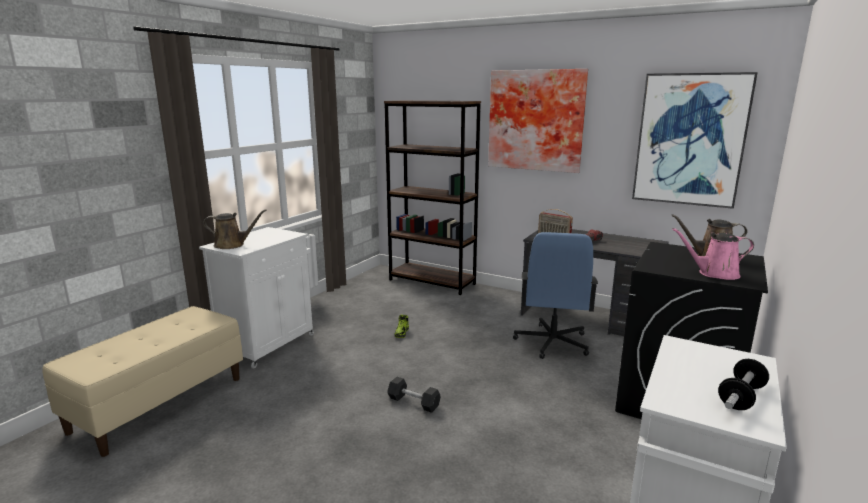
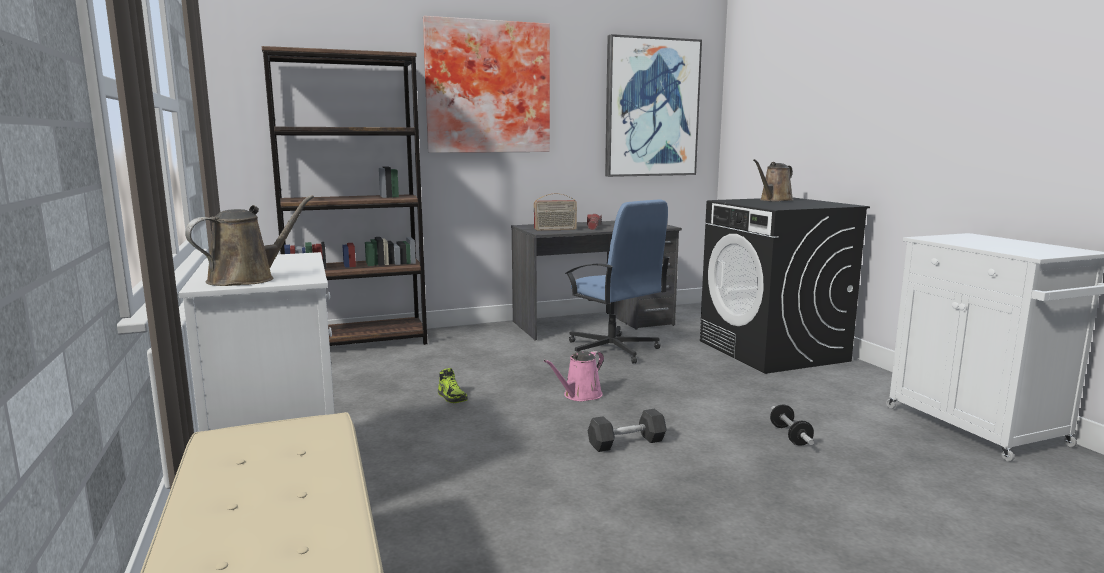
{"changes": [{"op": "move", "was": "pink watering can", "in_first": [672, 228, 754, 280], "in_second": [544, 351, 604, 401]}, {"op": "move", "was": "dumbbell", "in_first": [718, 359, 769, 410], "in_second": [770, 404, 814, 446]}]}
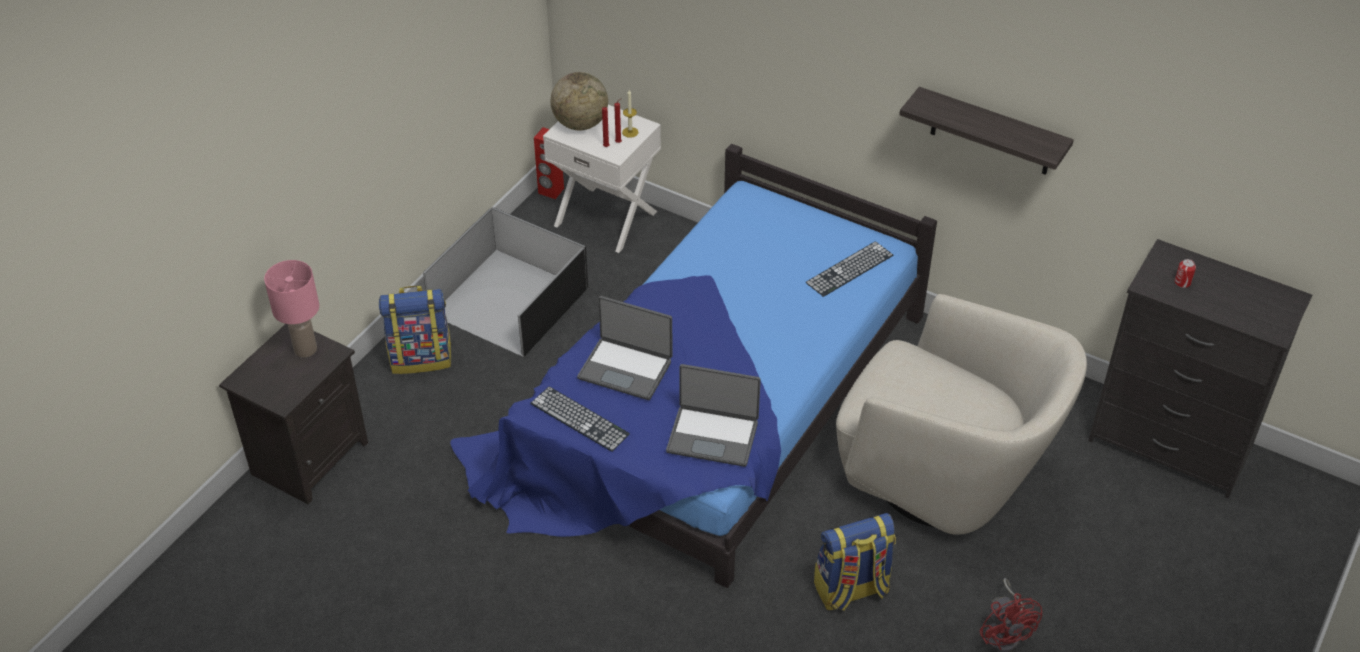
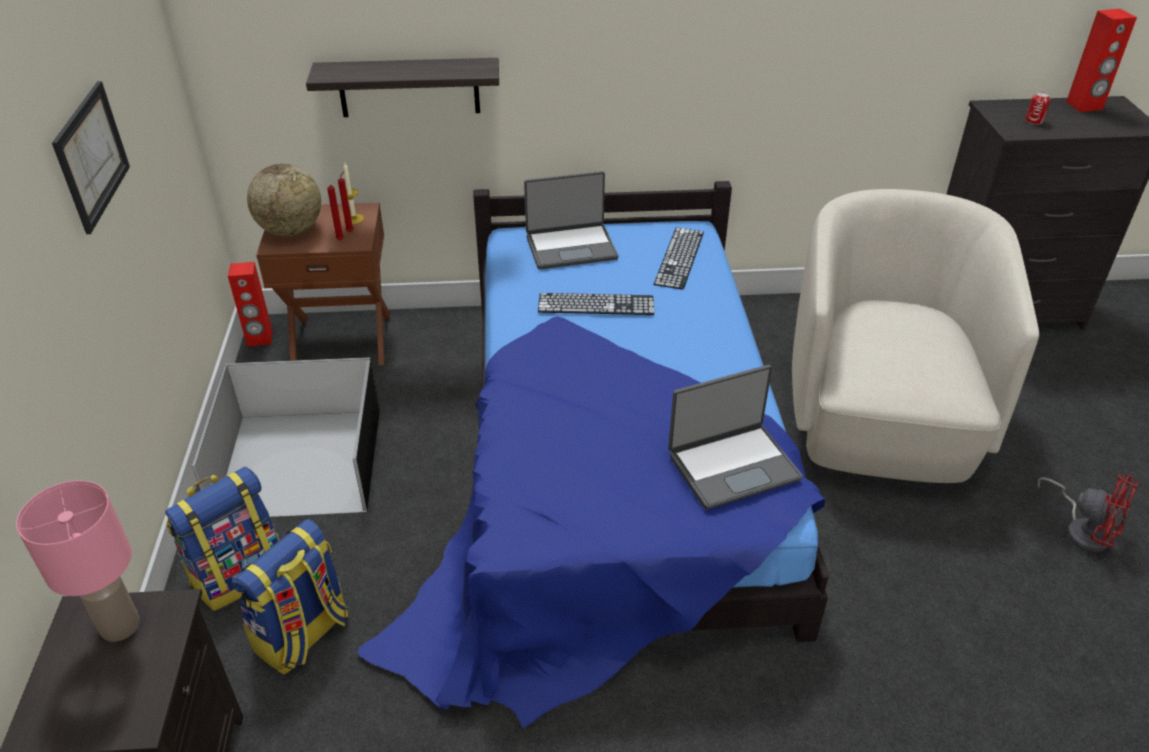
{"changes": [{"op": "move", "was": "shelf", "in_first": [899, 87, 1074, 175], "in_second": [306, 58, 499, 117]}, {"op": "recolor", "was": "white nightstand", "now": "brown nightstand", "in_first": [543, 105, 661, 253], "in_second": [256, 203, 390, 365]}, {"op": "rotate", "was": "beige armchair", "in_first": [836, 294, 1087, 535], "in_second": [792, 189, 1039, 483], "clockwise": -75}, {"op": "move", "was": "laptop", "in_first": [577, 296, 672, 400], "in_second": [524, 171, 618, 269]}, {"op": "move", "was": "keyboard", "in_first": [530, 387, 630, 452], "in_second": [538, 293, 654, 315]}, {"op": "move", "was": "backpack", "in_first": [814, 513, 896, 611], "in_second": [232, 519, 349, 675]}, {"op": "insert", "now": "red speaker", "in_second": [1066, 9, 1137, 112]}, {"op": "insert", "now": "picture", "in_second": [52, 81, 130, 234]}]}
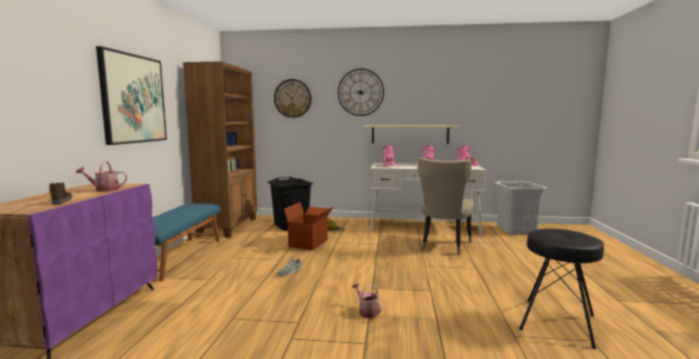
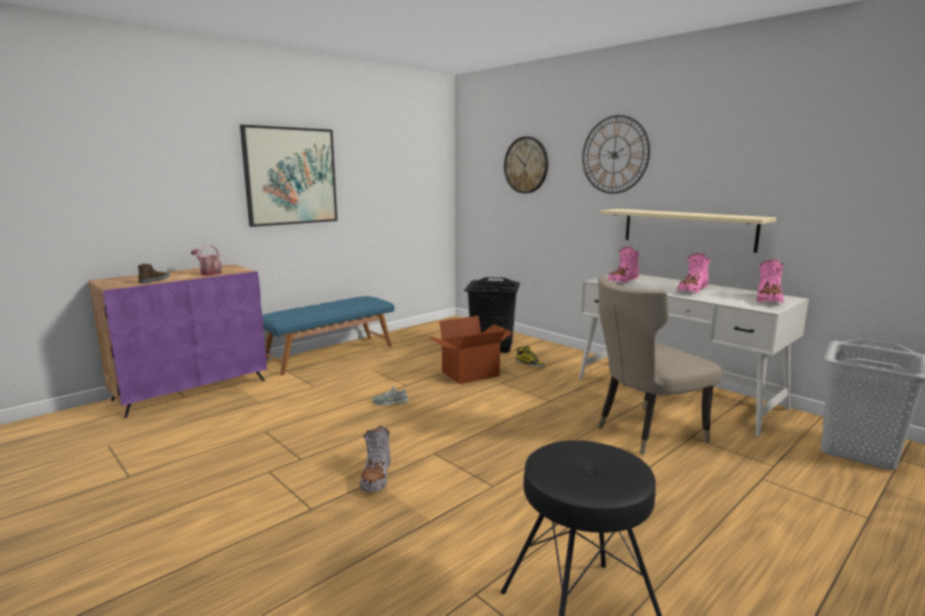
{"changes": [{"op": "delete", "was": "brown bookcase", "in_first": [183, 61, 257, 238]}, {"op": "replace", "was": "watering can", "now": "grey boot", "in_first": [352, 283, 382, 318], "in_second": [360, 426, 391, 492]}]}
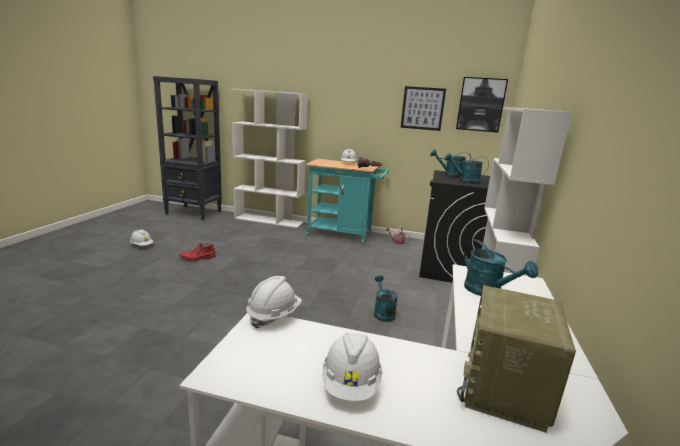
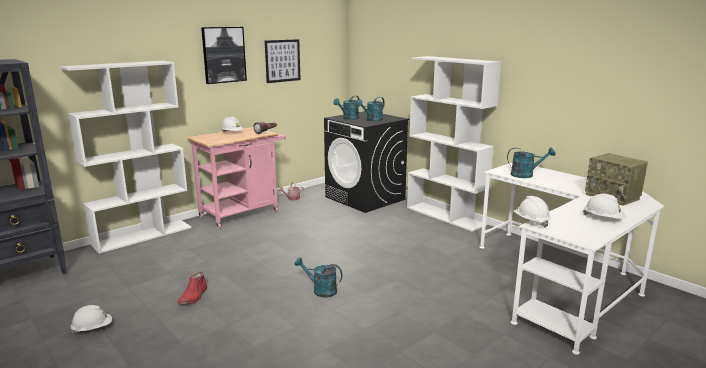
{"changes": [{"op": "move", "was": "picture", "in_first": [456, 77, 508, 132], "in_second": [201, 27, 247, 84]}, {"op": "recolor", "was": "turquoise cart", "now": "pink cart", "in_first": [305, 159, 389, 244], "in_second": [187, 127, 286, 228]}, {"op": "move", "was": "turquoise watering can", "in_first": [374, 275, 398, 322], "in_second": [295, 257, 342, 298]}]}
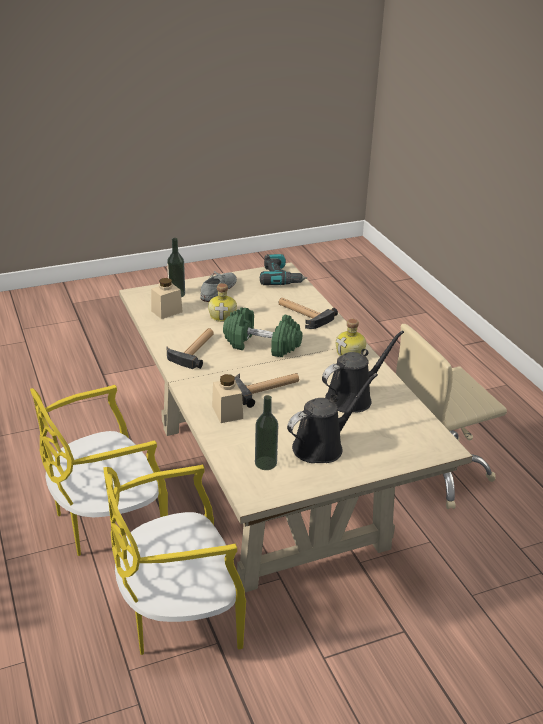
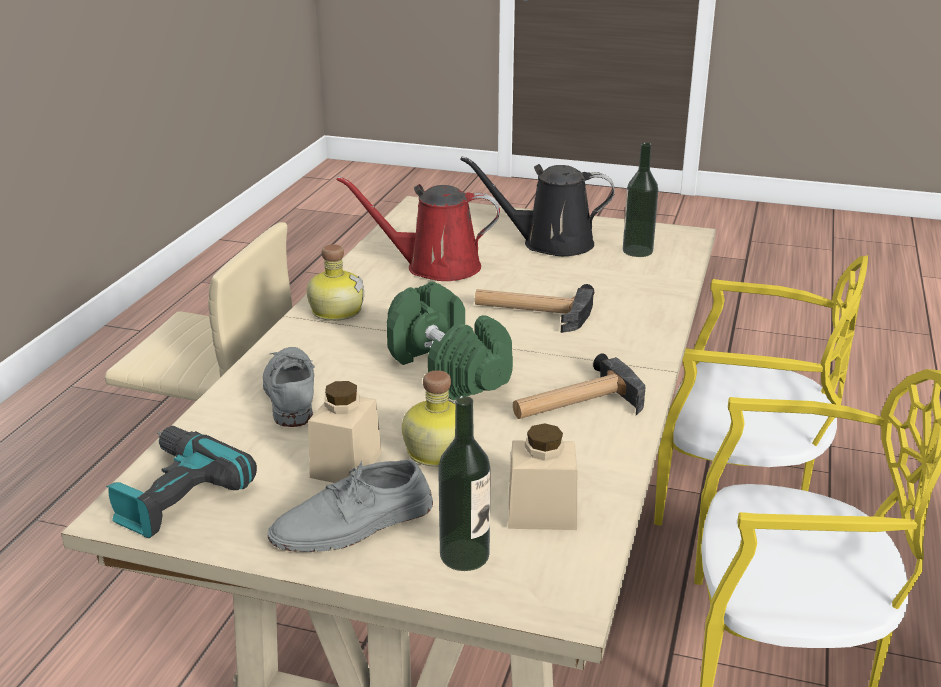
{"changes": [{"op": "replace", "was": "hammer", "now": "grey shoe", "in_first": [279, 298, 338, 329], "in_second": [263, 347, 315, 427]}, {"op": "recolor", "was": "black watering can", "now": "red watering can", "in_first": [322, 330, 404, 412], "in_second": [336, 176, 500, 281]}, {"op": "move", "was": "beige jar", "in_first": [212, 374, 243, 423], "in_second": [308, 381, 382, 483]}]}
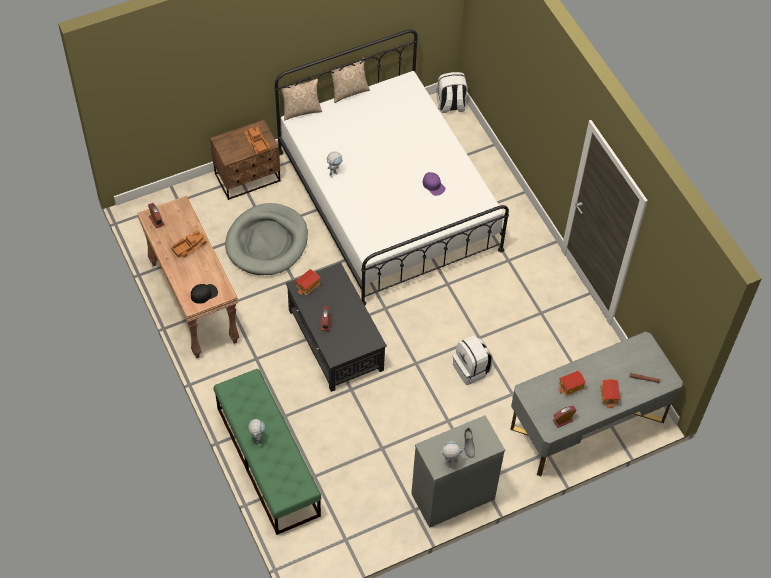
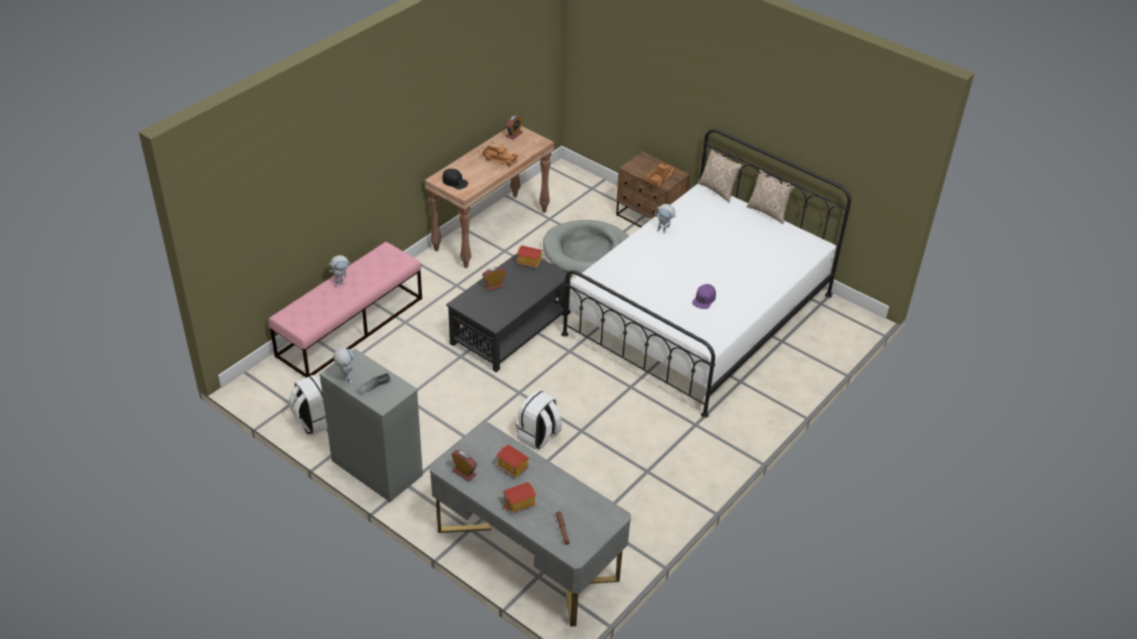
{"changes": [{"op": "move", "was": "white backpack", "in_first": [436, 72, 468, 113], "in_second": [289, 375, 327, 435]}, {"op": "recolor", "was": "green bench", "now": "pink bench", "in_first": [213, 369, 321, 535], "in_second": [268, 242, 422, 377]}]}
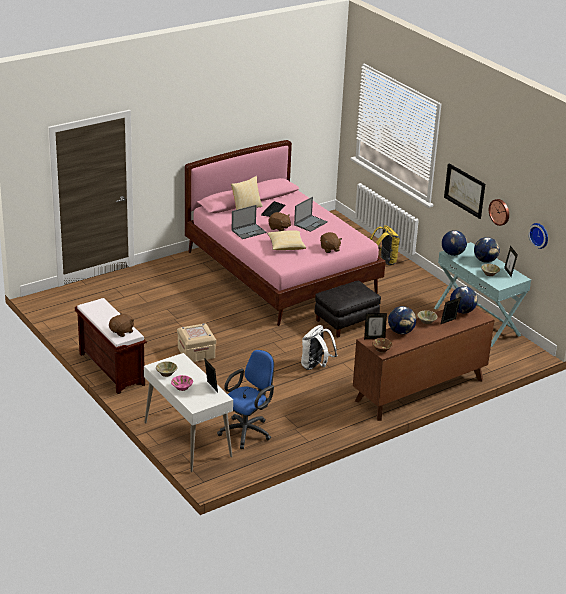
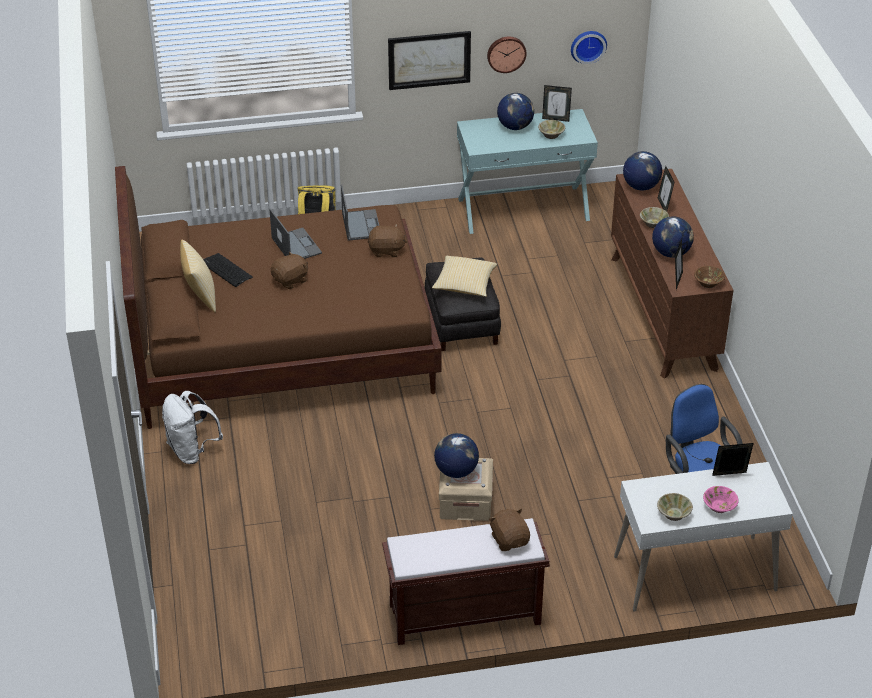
{"changes": [{"op": "recolor", "was": "pink bed", "now": "brown bed", "in_first": [185, 140, 386, 326], "in_second": [115, 166, 441, 429]}, {"op": "move", "was": "laptop", "in_first": [231, 205, 267, 239], "in_second": [341, 185, 379, 241]}, {"op": "move", "was": "pillow", "in_first": [267, 230, 306, 250], "in_second": [432, 256, 497, 297]}, {"op": "move", "was": "globe", "in_first": [442, 230, 467, 256], "in_second": [434, 433, 479, 478]}, {"op": "move", "was": "white backpack", "in_first": [301, 325, 337, 370], "in_second": [162, 391, 223, 464]}]}
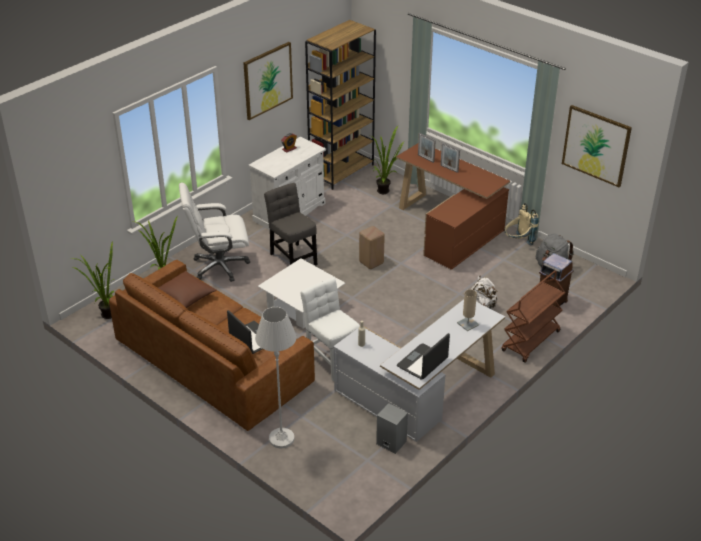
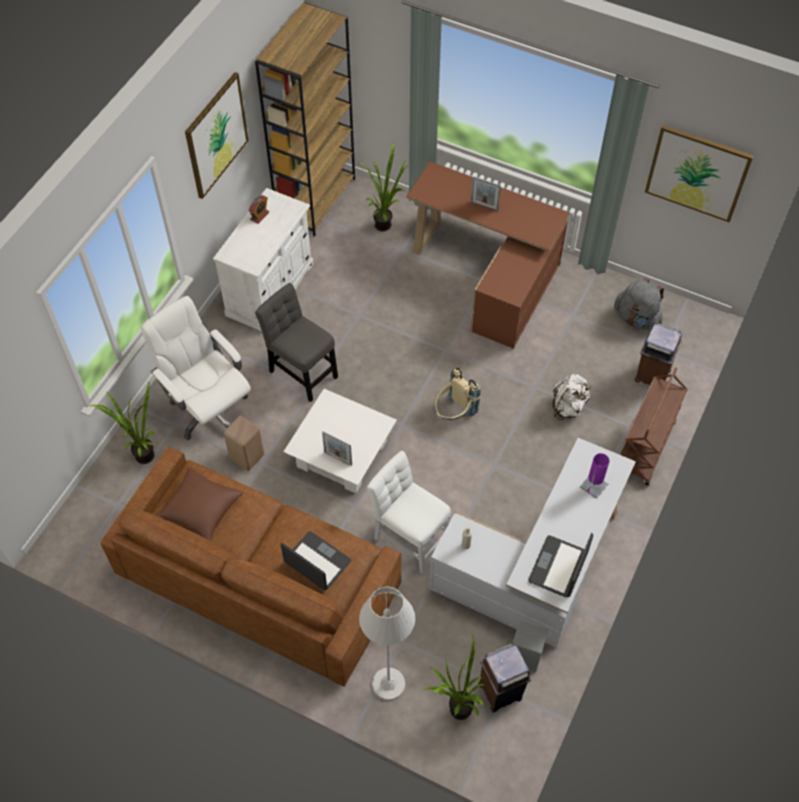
{"changes": [{"op": "move", "was": "picture frame", "in_first": [418, 133, 436, 163], "in_second": [322, 431, 352, 466]}, {"op": "rotate", "was": "white office chair", "in_first": [179, 182, 250, 282], "in_second": [141, 296, 251, 440], "clockwise": 75}, {"op": "move", "was": "beige backpack", "in_first": [505, 203, 539, 245], "in_second": [434, 368, 481, 420]}, {"op": "move", "was": "beige stool", "in_first": [359, 226, 385, 269], "in_second": [223, 416, 264, 471]}, {"op": "move", "was": "potted plant", "in_first": [72, 241, 115, 319], "in_second": [423, 635, 485, 720]}, {"op": "recolor", "was": "beige table lamp", "now": "purple table lamp", "in_first": [457, 289, 479, 331], "in_second": [580, 453, 610, 499]}, {"op": "insert", "now": "brown trash can", "in_second": [478, 643, 531, 712]}]}
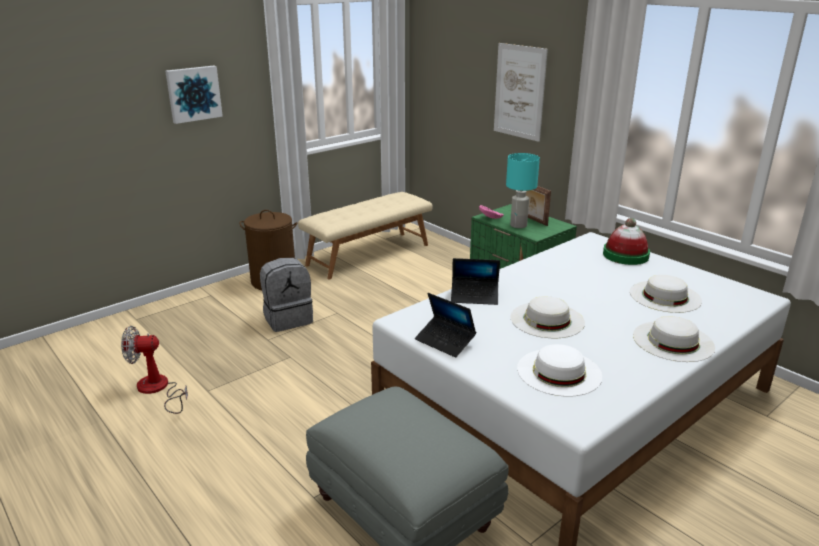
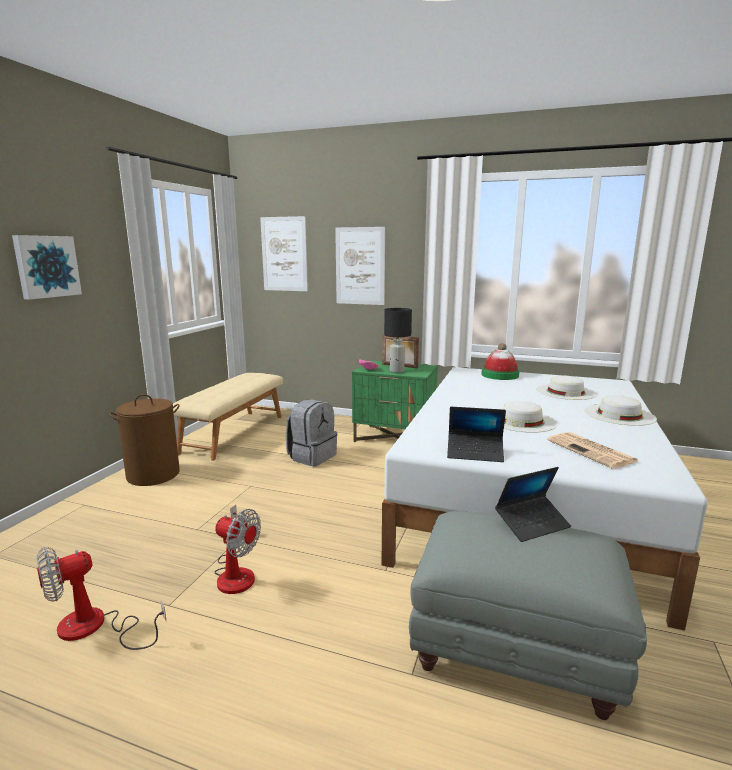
{"changes": [{"op": "recolor", "was": "turquoise table lamp", "now": "black table lamp", "in_first": [506, 153, 540, 228], "in_second": [384, 308, 412, 373]}, {"op": "move", "was": "grey backpack", "in_first": [260, 258, 313, 332], "in_second": [286, 399, 337, 466]}, {"op": "move", "was": "laptop", "in_first": [451, 258, 500, 305], "in_second": [495, 467, 571, 542]}, {"op": "replace", "was": "white hat", "now": "newspaper", "in_first": [517, 344, 602, 397], "in_second": [547, 432, 638, 468]}, {"op": "insert", "now": "picture", "in_second": [260, 216, 308, 291]}, {"op": "insert", "now": "fan", "in_second": [214, 505, 261, 594]}]}
